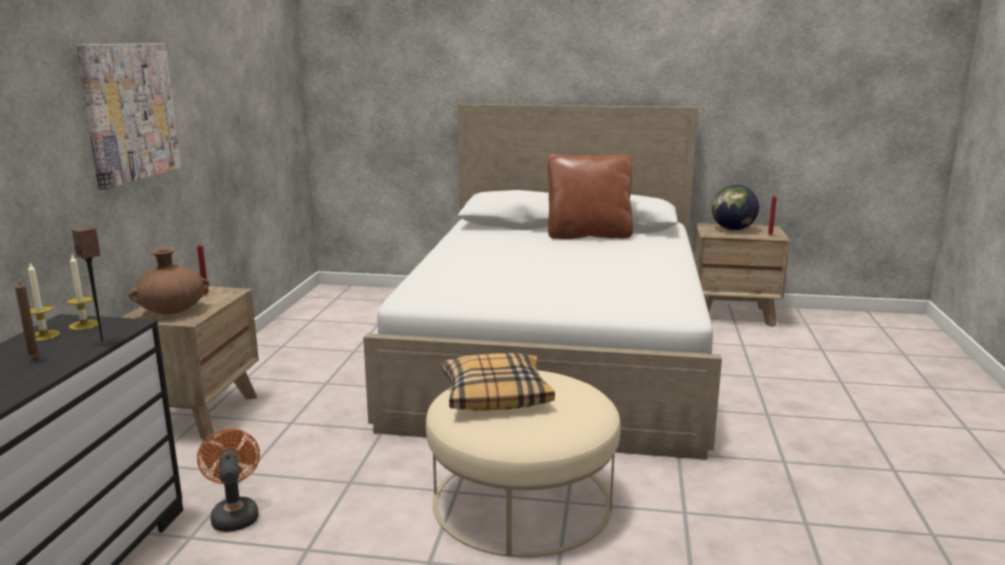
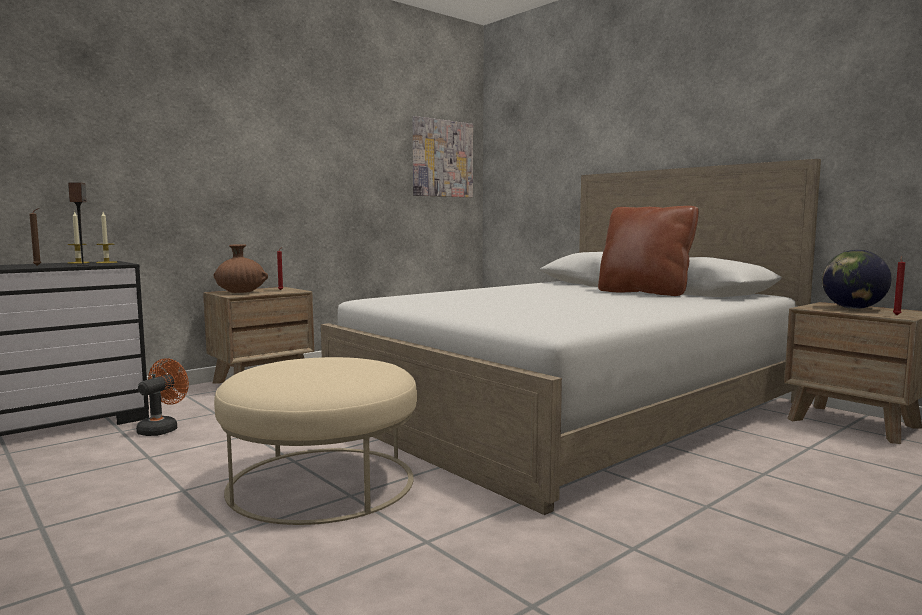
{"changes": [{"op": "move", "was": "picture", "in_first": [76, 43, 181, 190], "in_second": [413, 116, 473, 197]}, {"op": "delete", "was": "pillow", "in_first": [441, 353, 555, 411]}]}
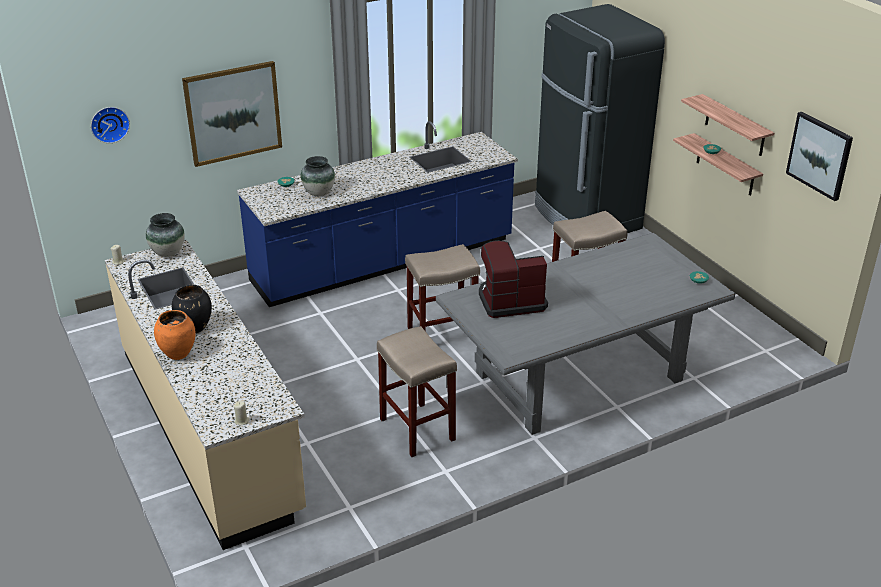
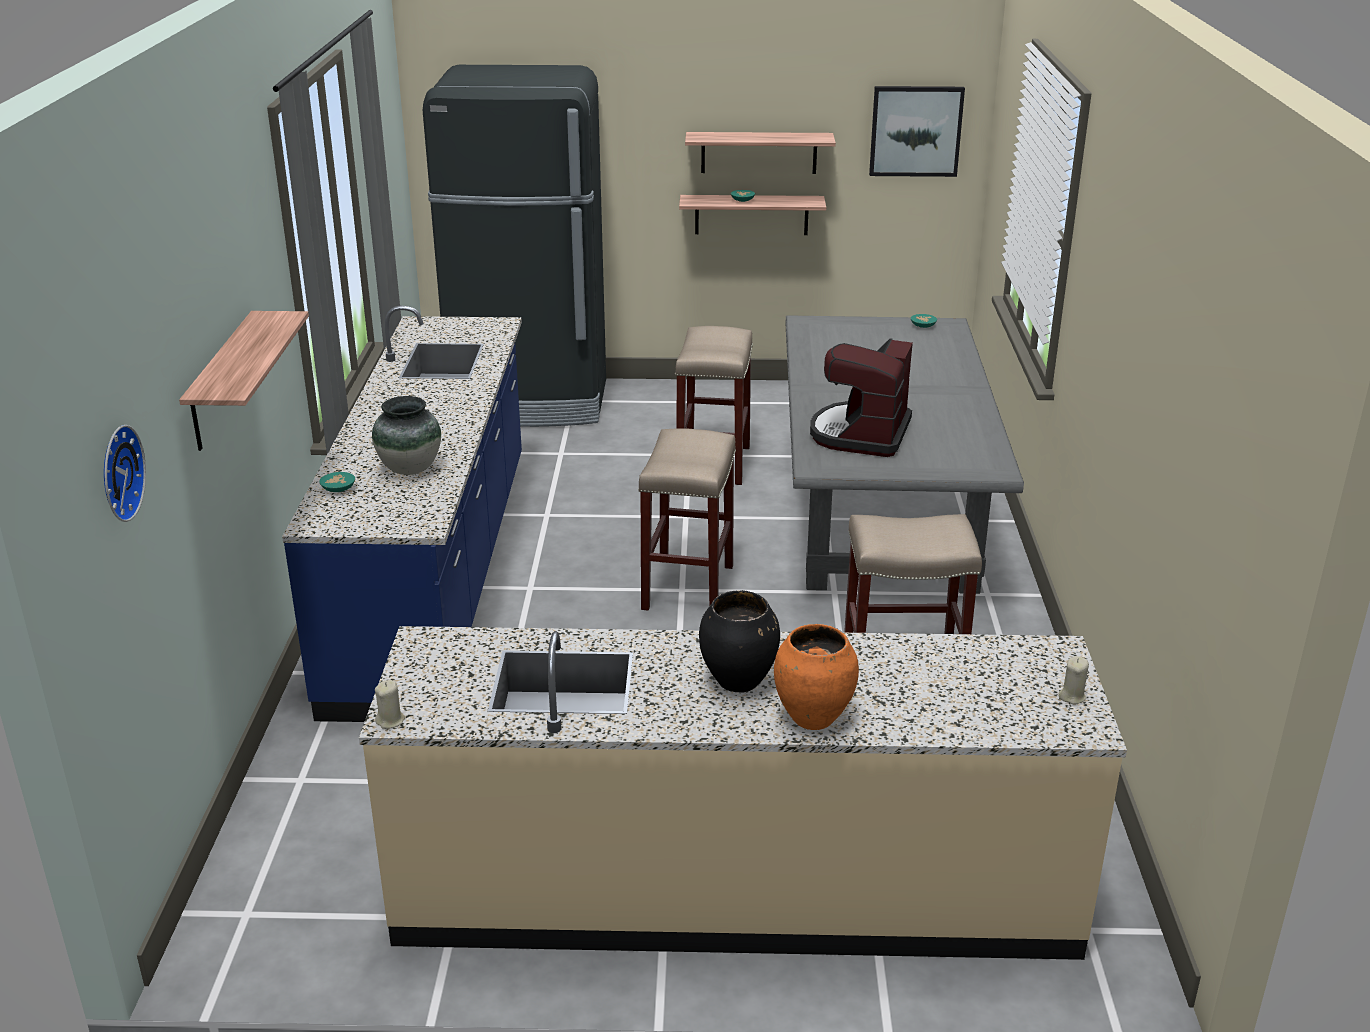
{"changes": [{"op": "replace", "was": "picture", "now": "shelf", "in_first": [182, 61, 282, 167], "in_second": [179, 311, 309, 451]}, {"op": "delete", "was": "vase", "in_first": [146, 213, 185, 257]}]}
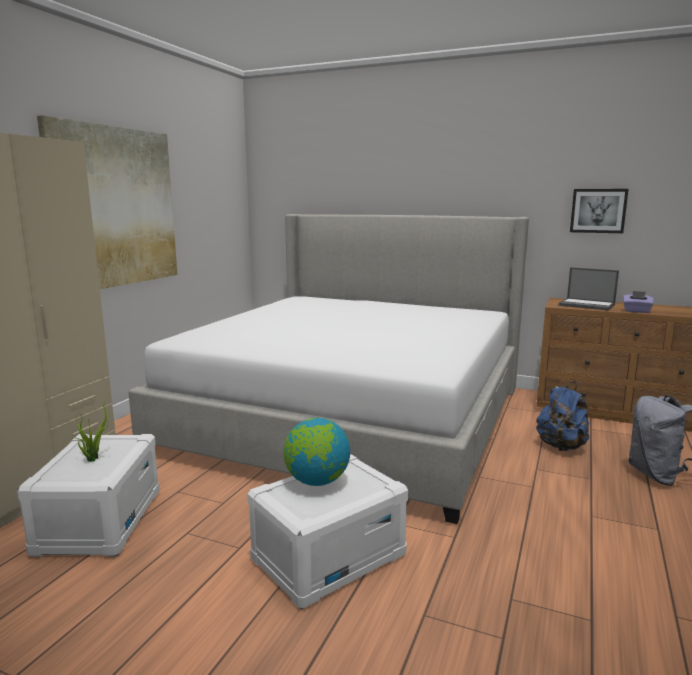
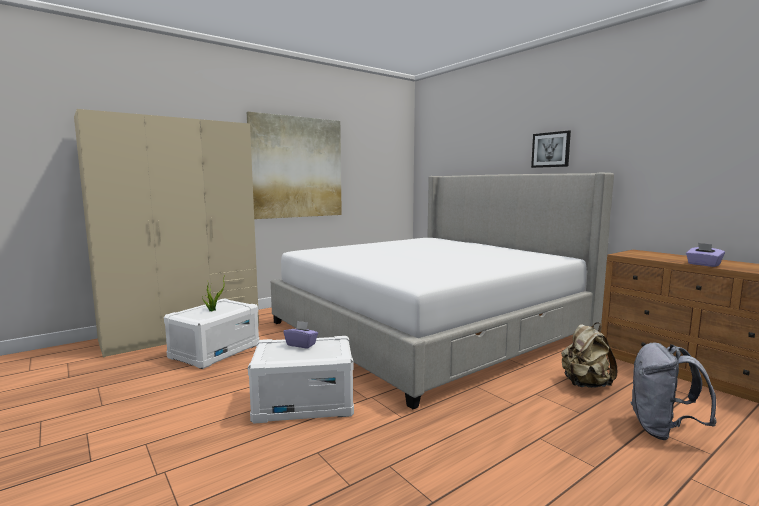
{"changes": [{"op": "move", "was": "picture", "in_first": [570, 189, 628, 233], "in_second": [531, 131, 571, 168]}, {"op": "delete", "was": "laptop", "in_first": [558, 267, 619, 311]}, {"op": "recolor", "was": "blue backpack", "now": "beige backpack", "in_first": [536, 382, 589, 451], "in_second": [561, 322, 617, 388]}, {"op": "replace", "was": "globe", "now": "purple tissue box", "in_first": [283, 418, 350, 486], "in_second": [284, 321, 318, 348]}]}
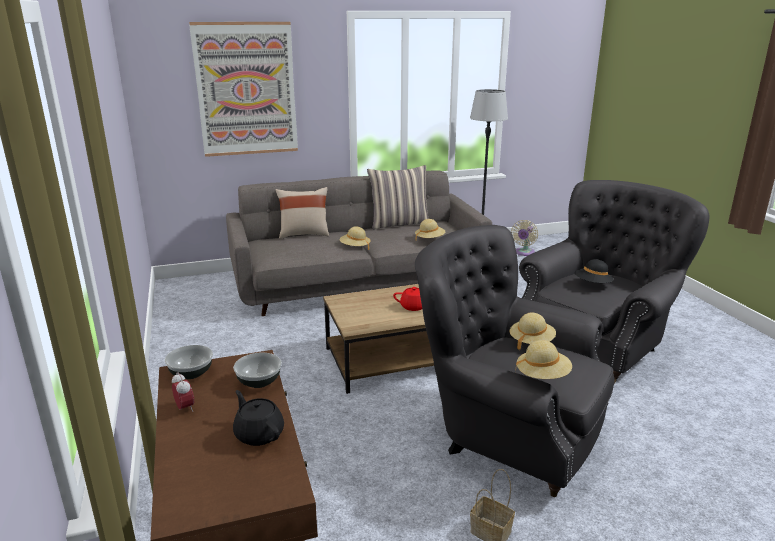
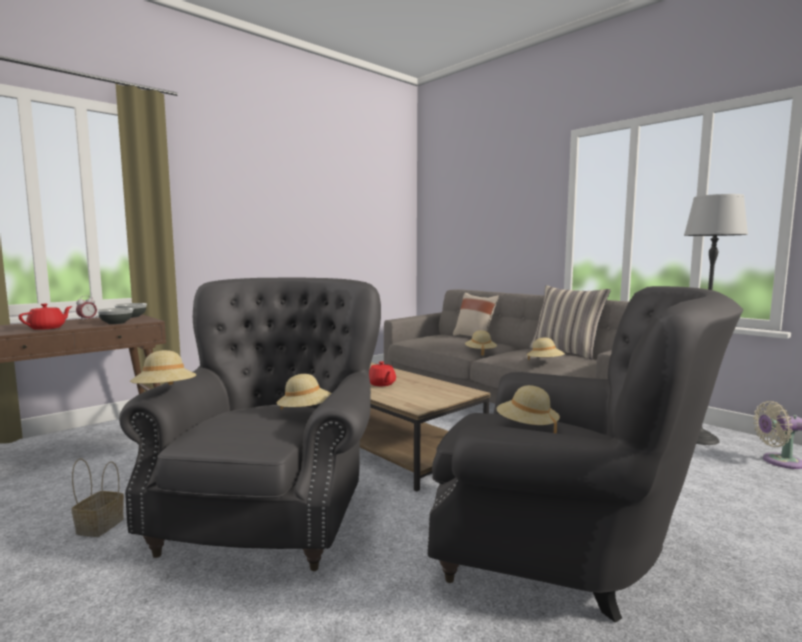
{"changes": [{"op": "delete", "was": "picture", "in_first": [189, 22, 298, 157]}, {"op": "recolor", "was": "black hat", "now": "beige hat", "in_first": [574, 259, 614, 283], "in_second": [496, 385, 560, 433]}, {"op": "recolor", "was": "black teapot", "now": "red teapot", "in_first": [233, 390, 284, 446], "in_second": [19, 304, 72, 330]}]}
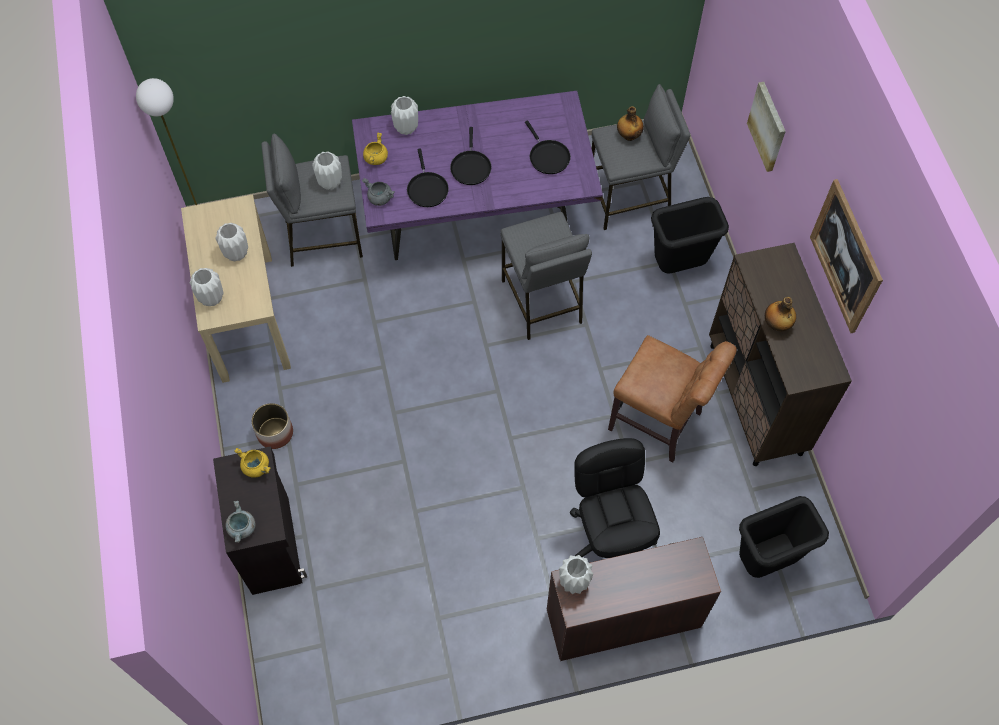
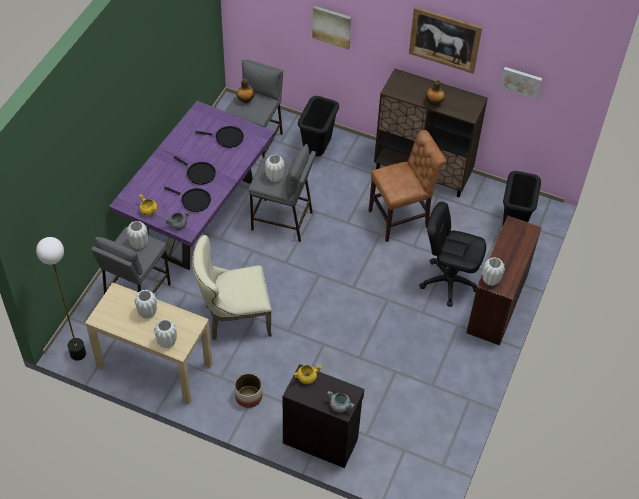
{"changes": [{"op": "move", "was": "white vase", "in_first": [391, 96, 418, 135], "in_second": [265, 154, 285, 182]}, {"op": "insert", "now": "picture", "in_second": [500, 67, 542, 99]}, {"op": "insert", "now": "beige chair", "in_second": [192, 235, 272, 340]}]}
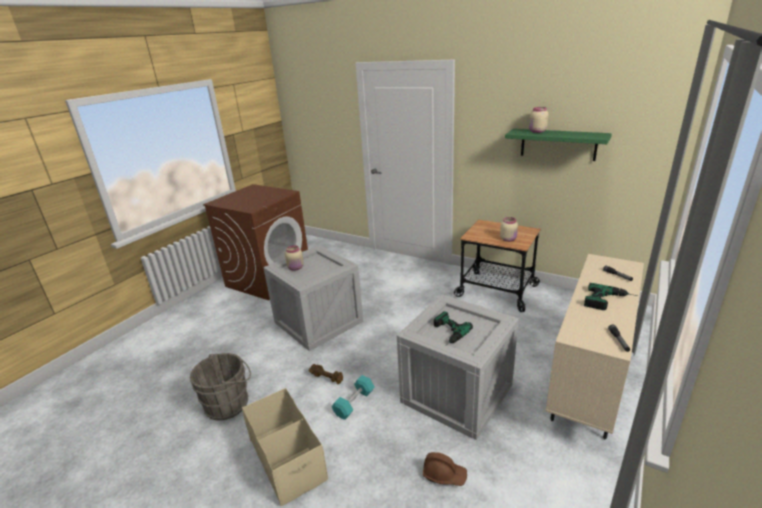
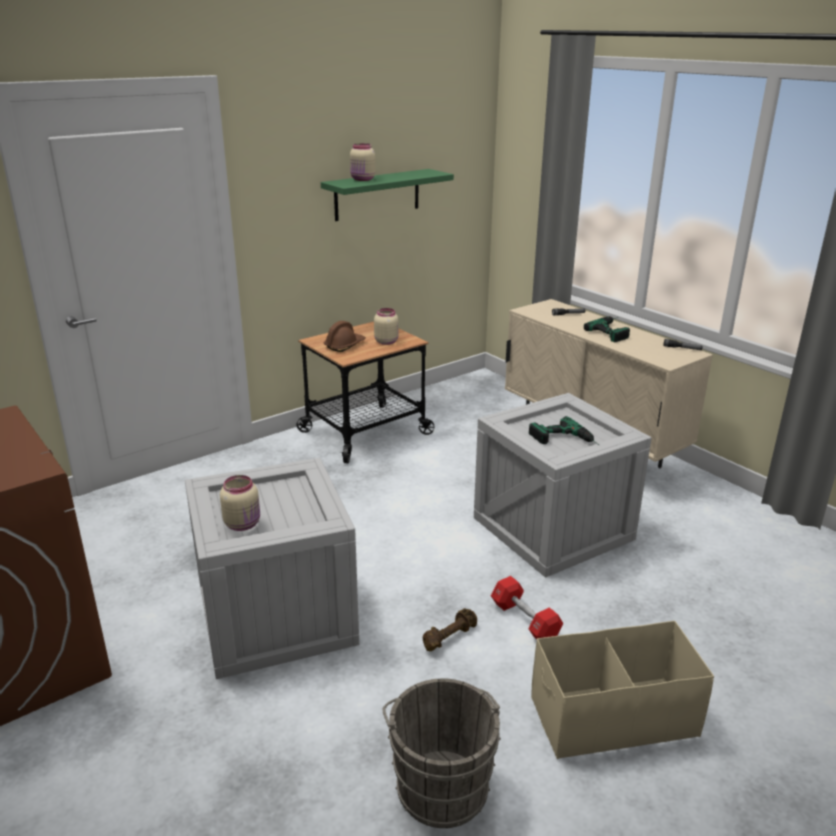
{"changes": [{"op": "recolor", "was": "turquoise dumbbell", "now": "red dumbbell", "in_first": [332, 375, 375, 420], "in_second": [491, 576, 563, 640]}, {"op": "move", "was": "brown hard hat", "in_first": [423, 452, 467, 486], "in_second": [324, 321, 366, 352]}]}
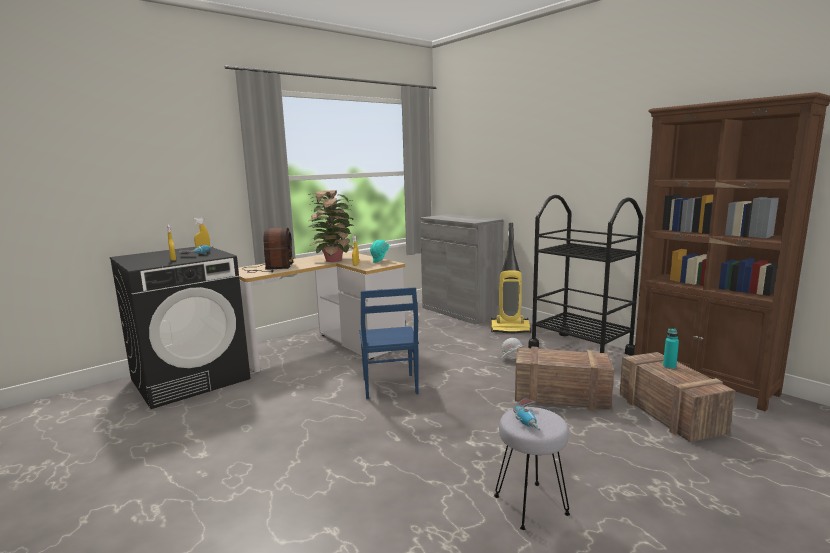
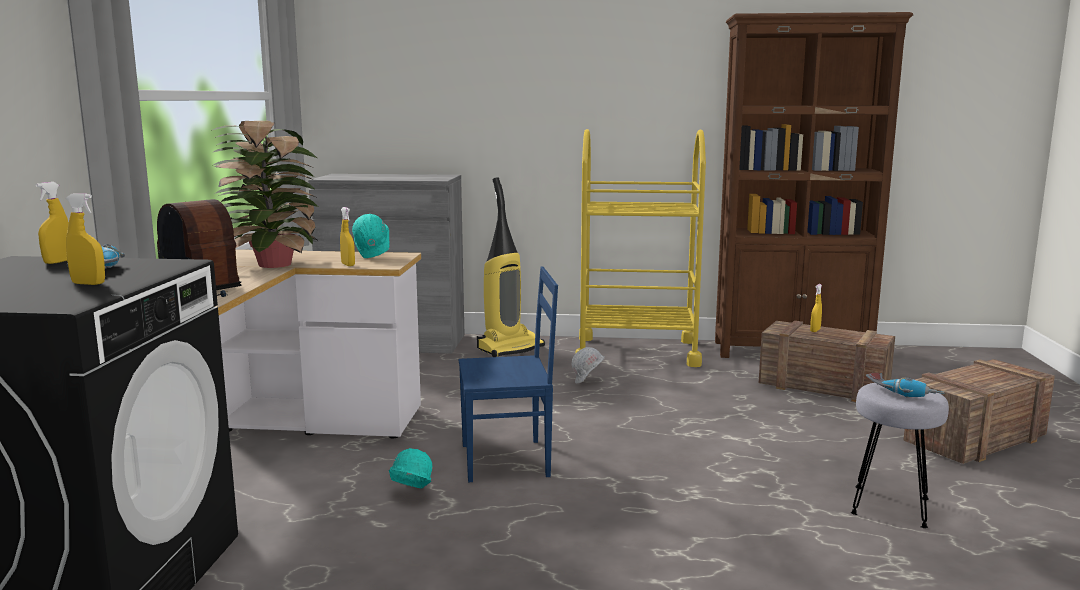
{"changes": [{"op": "recolor", "was": "black cart", "now": "yellow cart", "in_first": [528, 195, 643, 356], "in_second": [575, 129, 706, 367]}, {"op": "rotate", "was": "blue chair", "in_first": [360, 287, 419, 399], "in_second": [459, 266, 558, 482], "clockwise": -45}, {"op": "replace", "was": "turquoise bottle", "now": "yellow spray bottle", "in_first": [663, 329, 679, 369], "in_second": [810, 284, 822, 332]}, {"op": "move", "was": "crate", "in_first": [515, 347, 614, 411], "in_second": [903, 359, 1055, 464]}, {"op": "insert", "now": "turquoise hard hat", "in_second": [389, 448, 432, 489]}]}
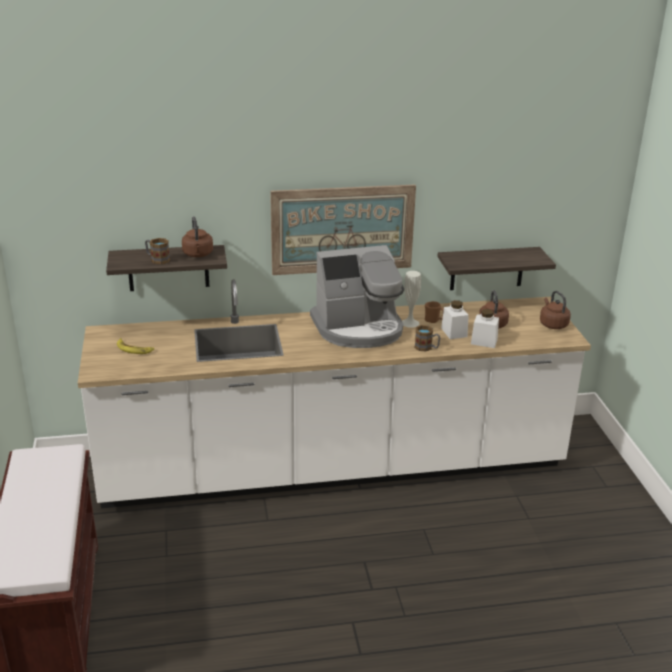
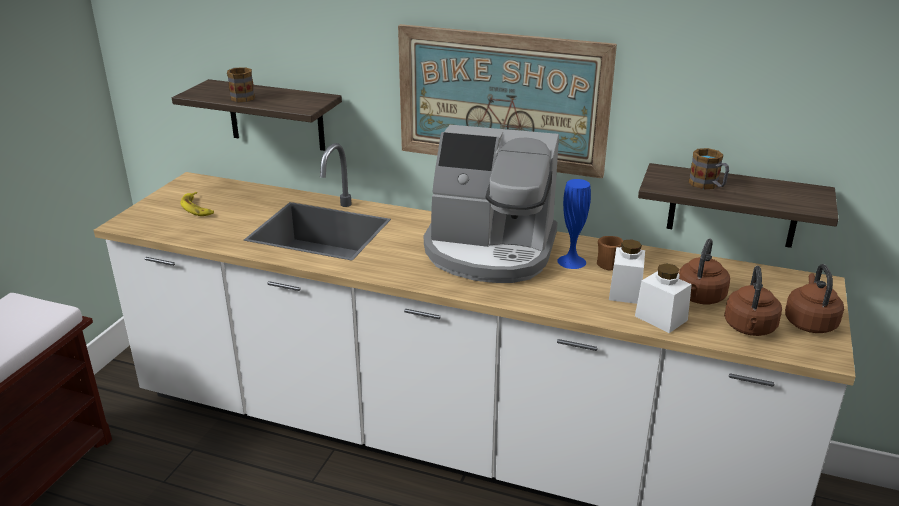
{"changes": [{"op": "move", "was": "brown kettle", "in_first": [182, 216, 213, 257], "in_second": [724, 266, 782, 336]}, {"op": "recolor", "was": "white vase", "now": "blue vase", "in_first": [402, 271, 421, 328], "in_second": [557, 179, 591, 269]}, {"op": "move", "was": "mug", "in_first": [415, 325, 440, 351], "in_second": [688, 148, 729, 190]}]}
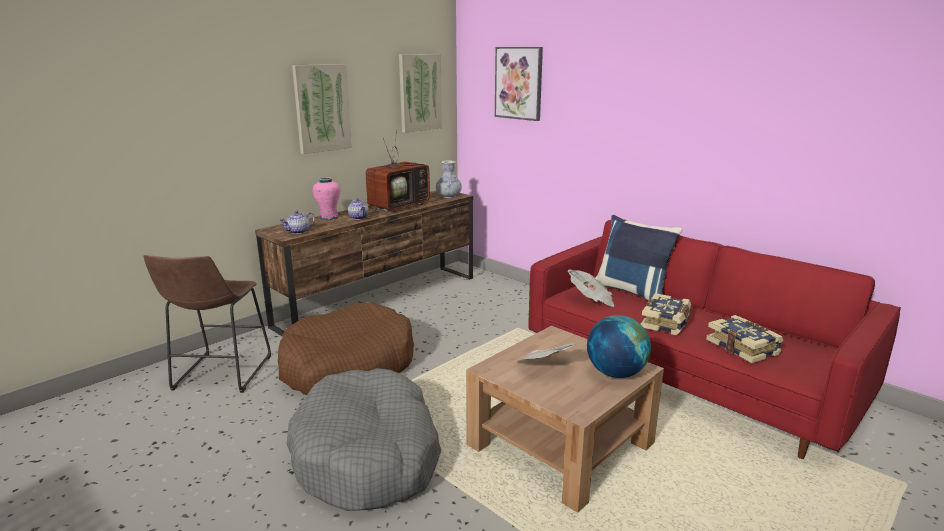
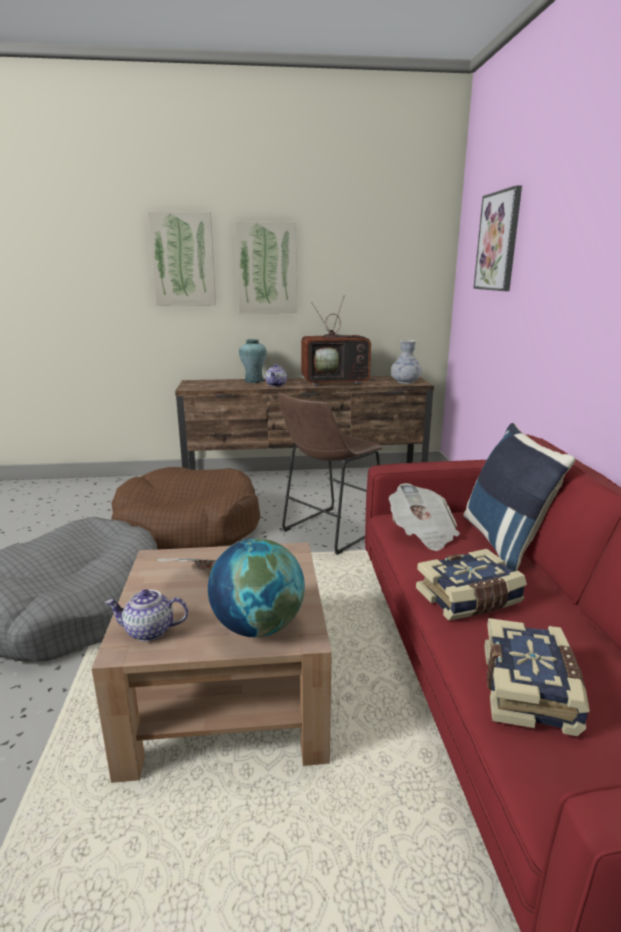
{"changes": [{"op": "move", "was": "picture", "in_first": [399, 54, 442, 133], "in_second": [147, 211, 216, 306]}, {"op": "recolor", "was": "pink vase", "now": "turquoise vase", "in_first": [312, 177, 341, 220], "in_second": [239, 339, 267, 383]}, {"op": "move", "was": "teapot", "in_first": [279, 211, 315, 234], "in_second": [105, 589, 188, 641]}, {"op": "move", "was": "brown stool", "in_first": [144, 255, 271, 393], "in_second": [278, 393, 383, 555]}]}
